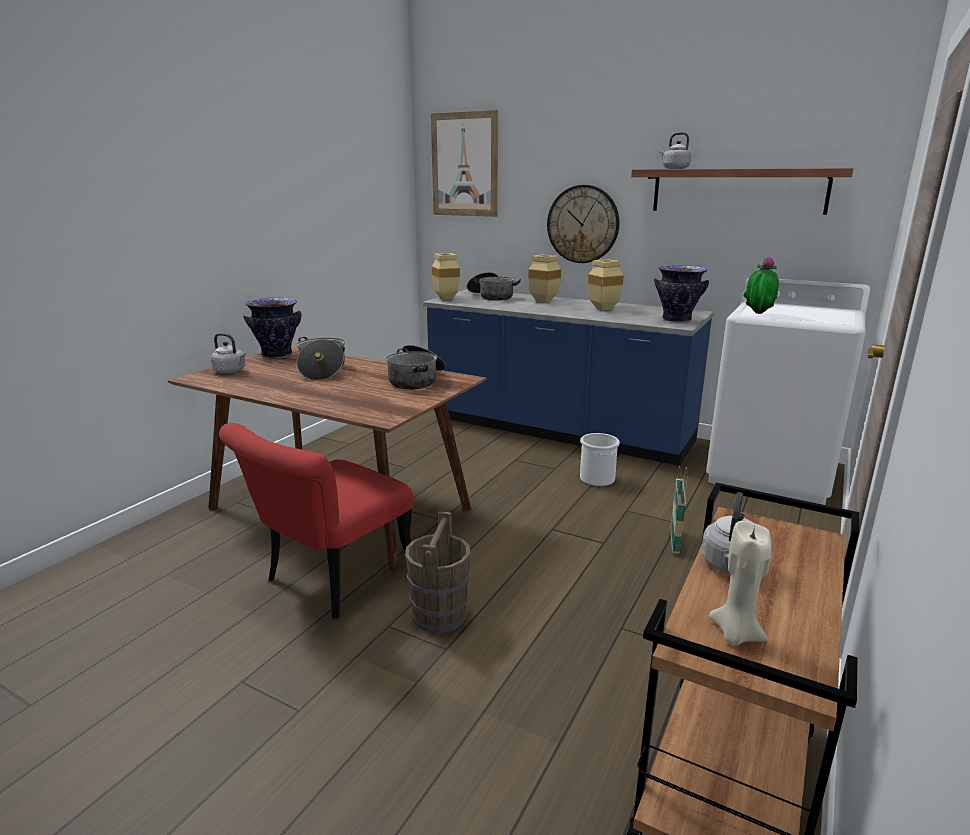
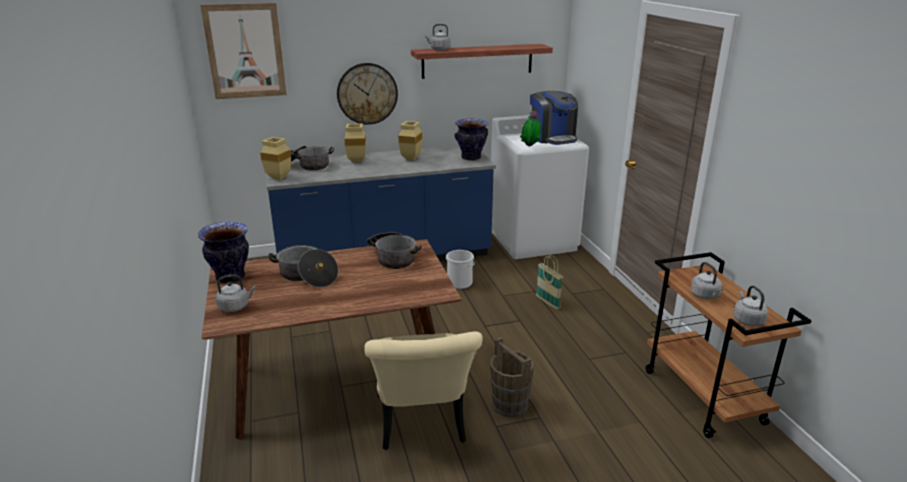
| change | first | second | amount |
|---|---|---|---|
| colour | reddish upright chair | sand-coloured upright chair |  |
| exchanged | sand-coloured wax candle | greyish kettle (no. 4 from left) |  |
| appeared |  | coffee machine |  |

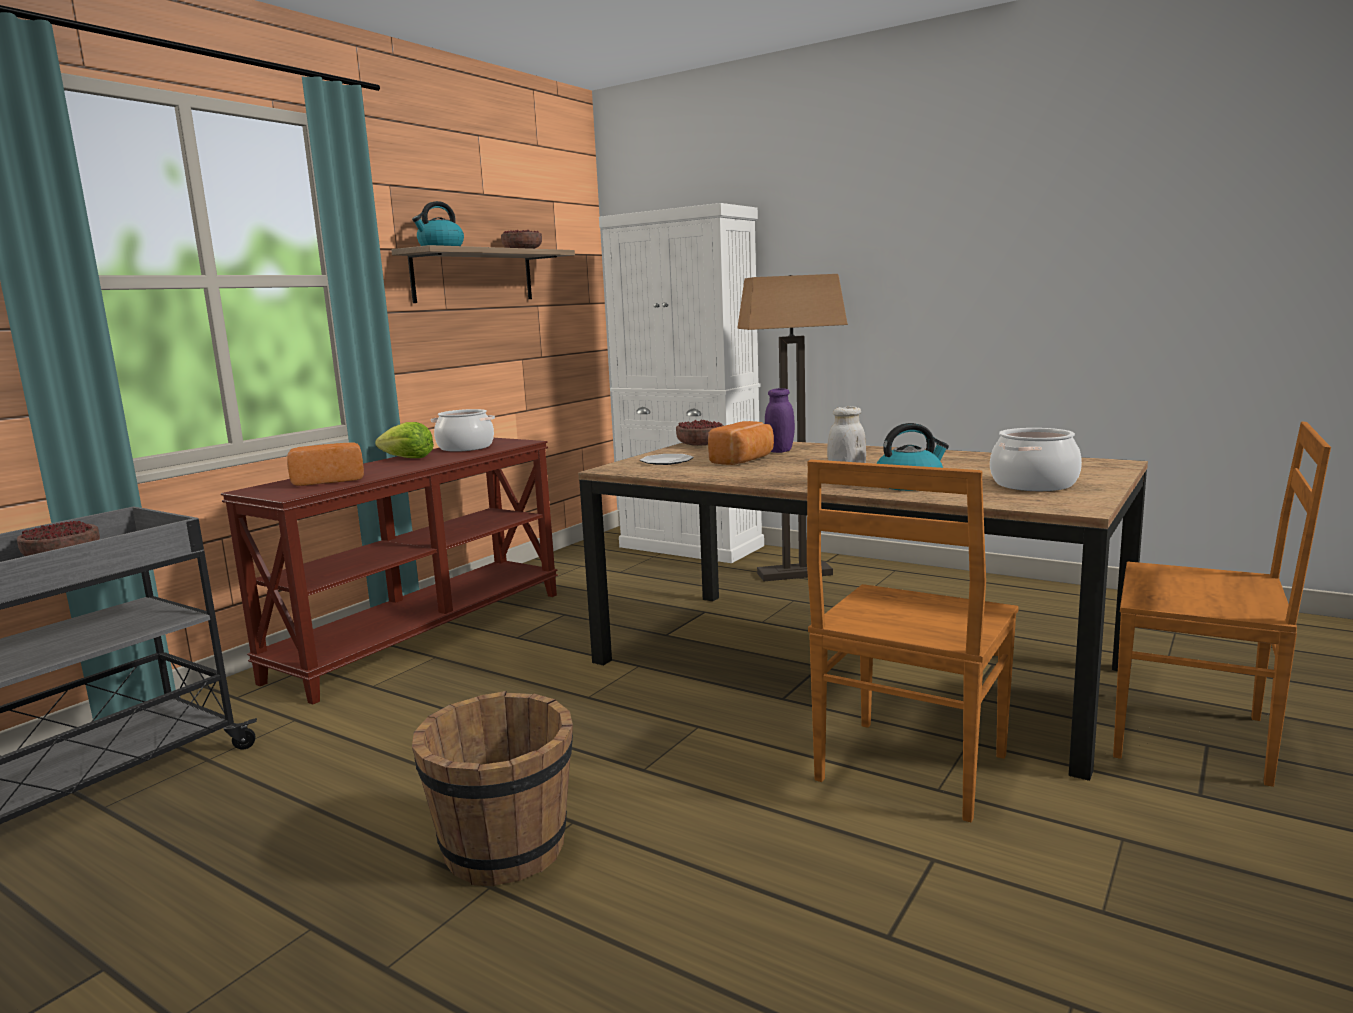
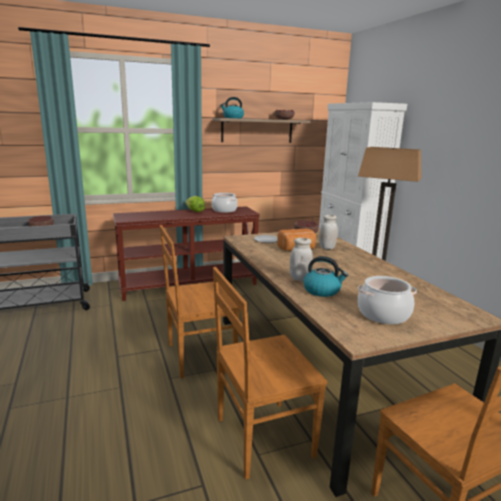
| change | first | second | amount |
|---|---|---|---|
| colour | purple preserve jar | whitish preserve jar (no. 2 from left) |  |
| missing | bread (no. 1 from left) |  |  |
| missing | brown bucket |  |  |
| appeared |  | brown upright chair (no. 1 from left) |  |

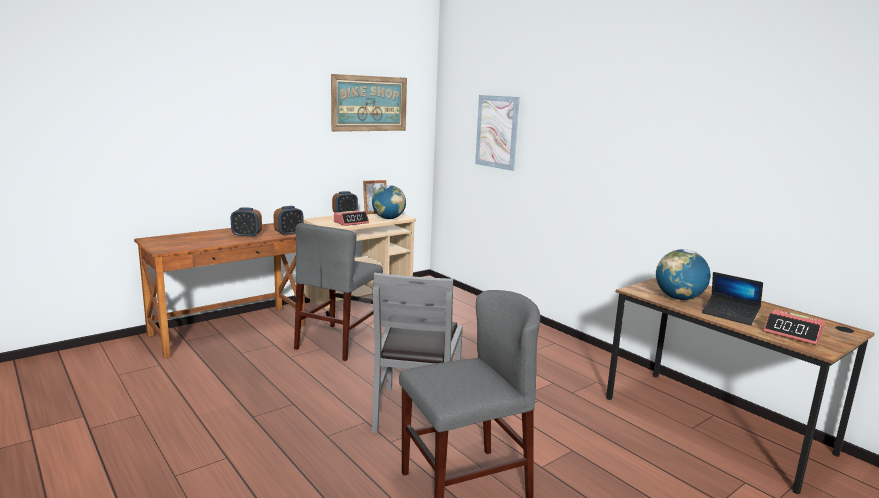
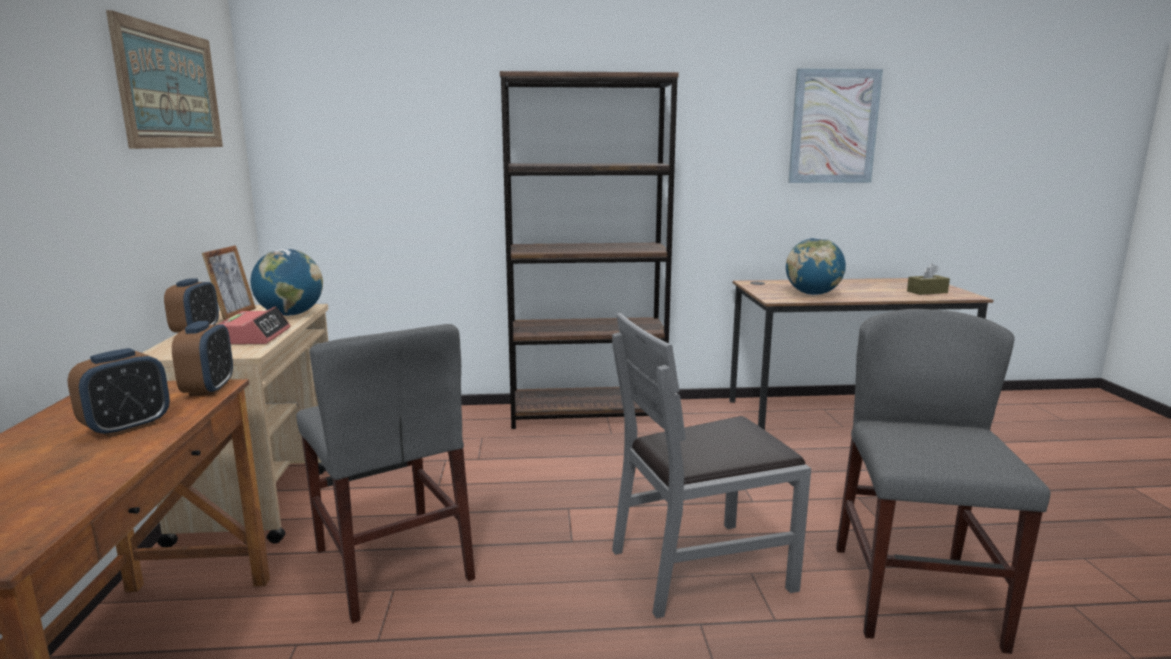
| change | first | second | amount |
|---|---|---|---|
| relocated | wall art (no. 2 from left) |  |  |
| spun | greyish upright chair (no. 2 from left) |  | 120 degrees clockwise |
| missing | portable computer |  |  |
| exchanged | alarm clock (no. 5 from left) | brown box of tissues |  |
| appeared |  | brown bookshelf |  |

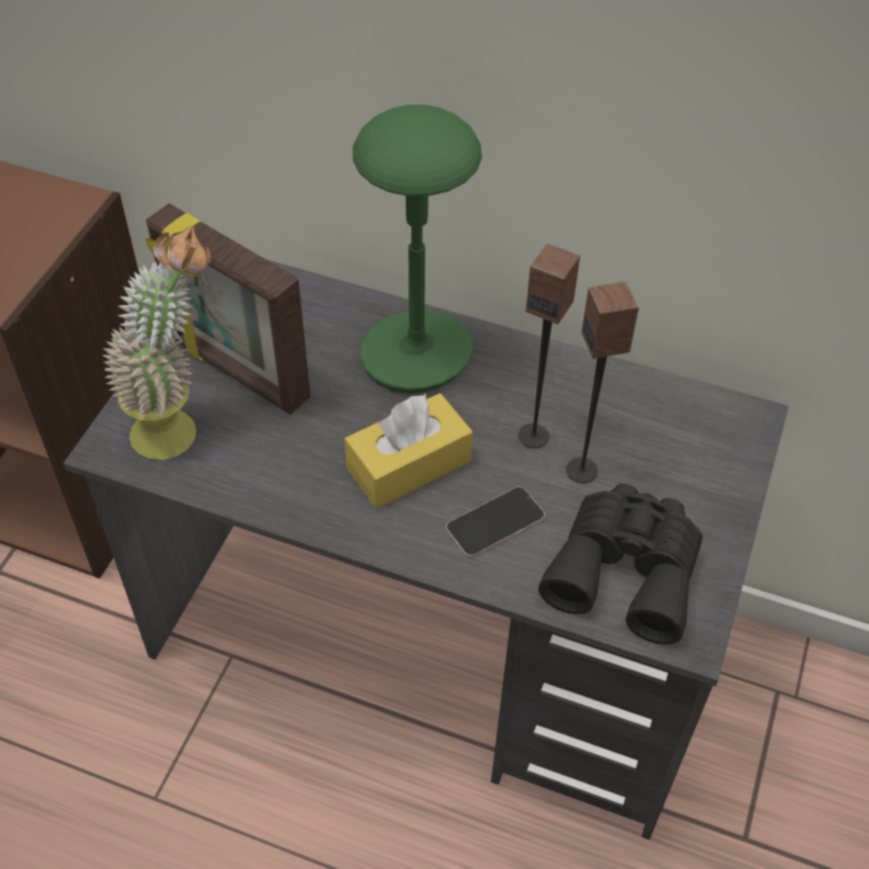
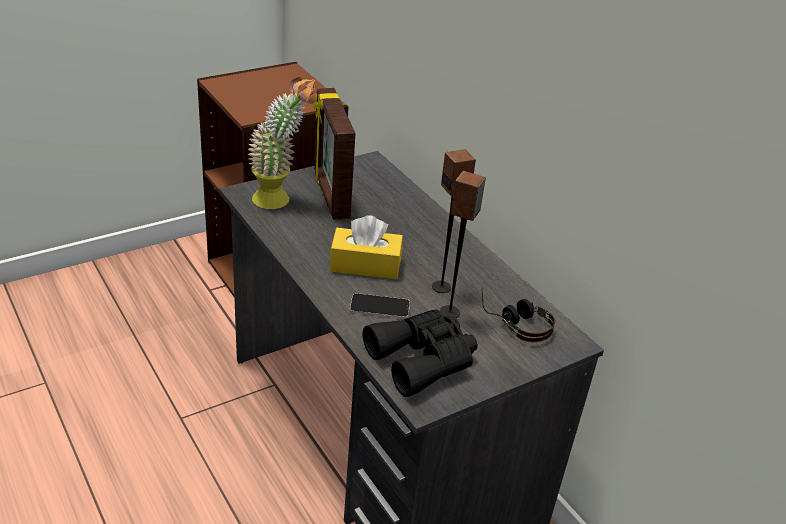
| change | first | second | amount |
|---|---|---|---|
| missing | greenish tabletop lamp |  |  |
| appeared |  | headset |  |

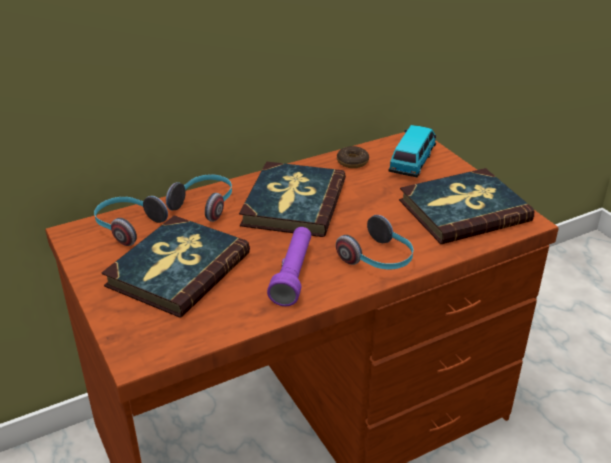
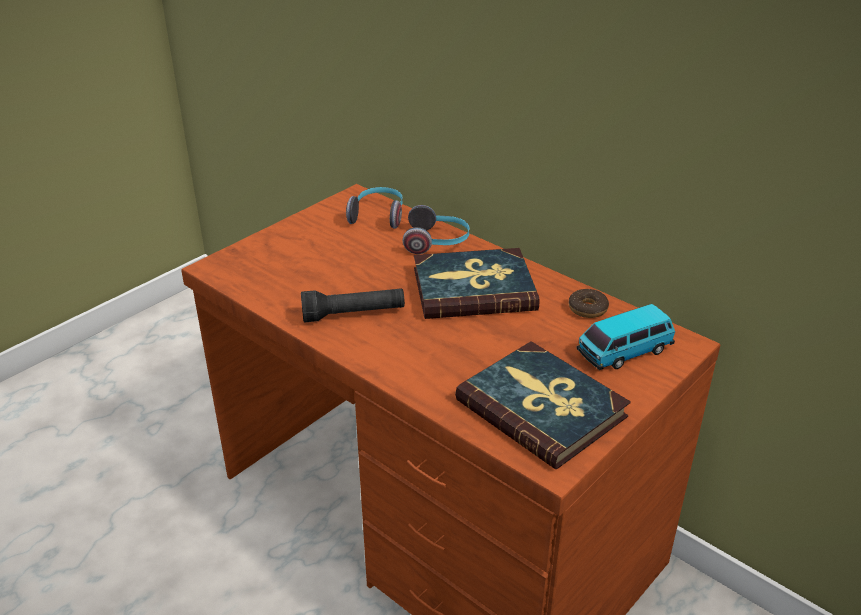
| change | first | second | amount |
|---|---|---|---|
| spun | toy car |  | 150 degrees clockwise |
| missing | book (no. 1 from left) |  |  |
| missing | headset (no. 3 from left) |  |  |
| colour | purple flashlight | black flashlight |  |

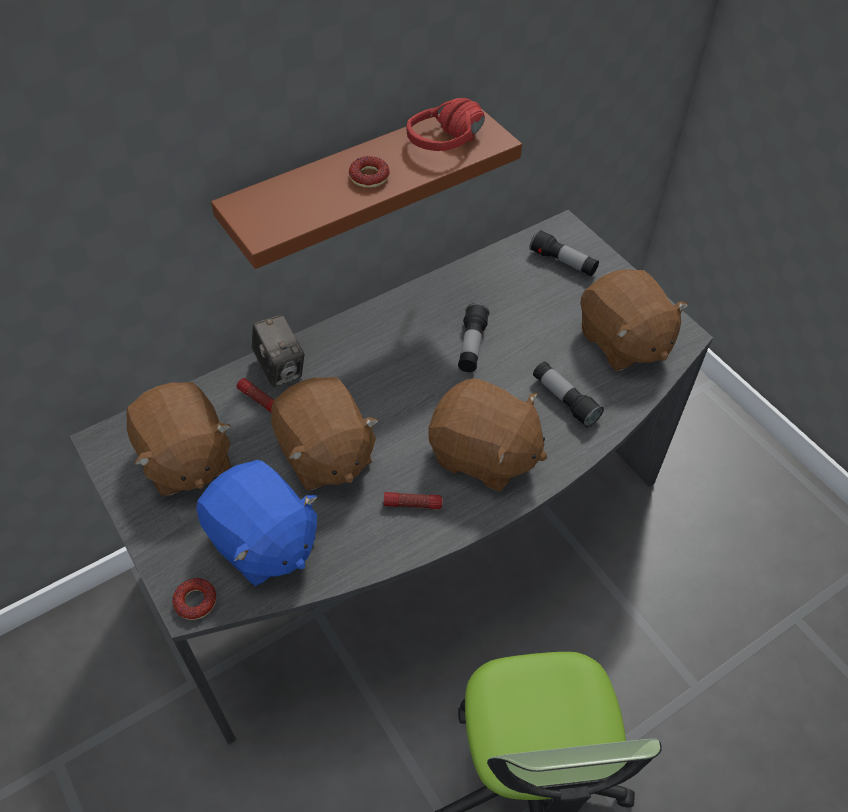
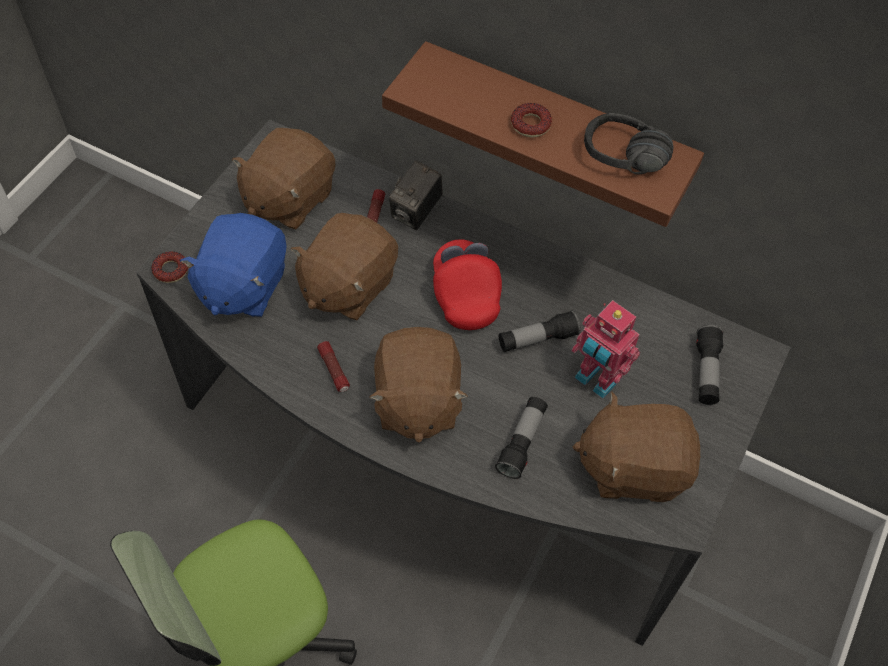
| change | first | second | amount |
|---|---|---|---|
| colour | reddish headset | black headset |  |
| spun | brown soft toy (no. 4 from left) |  | 60 degrees clockwise |
| appeared |  | reddish peaked cap |  |
| appeared |  | model robot |  |

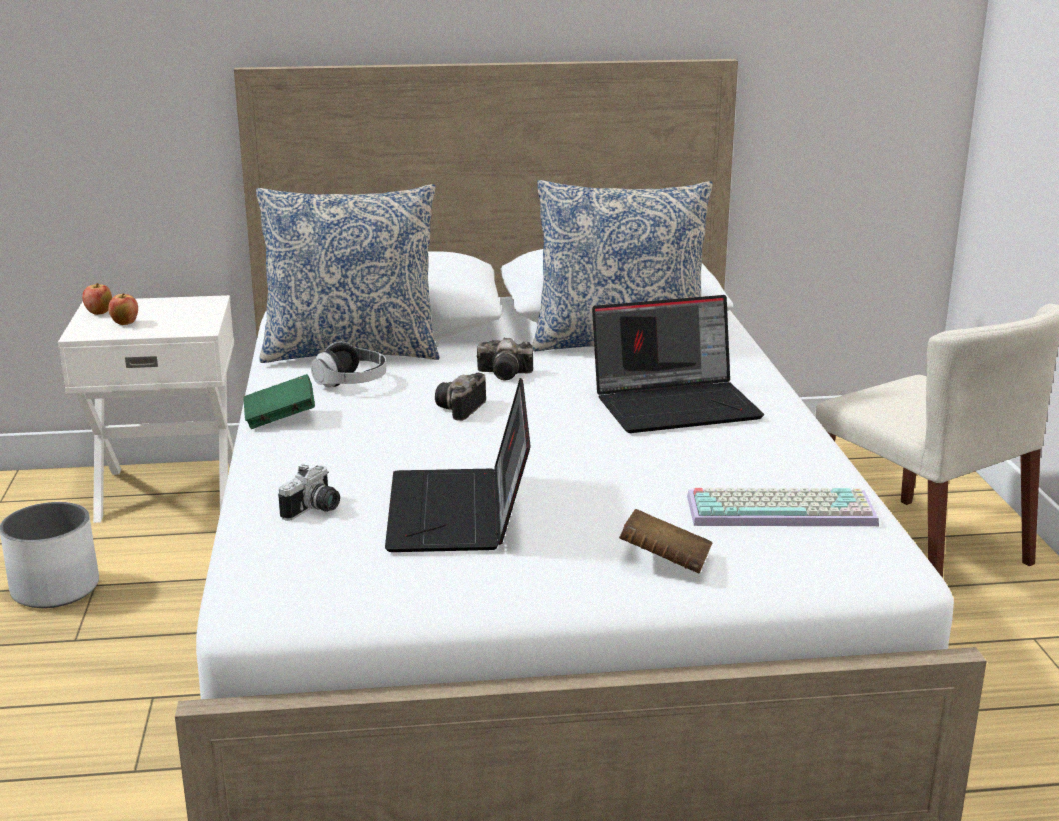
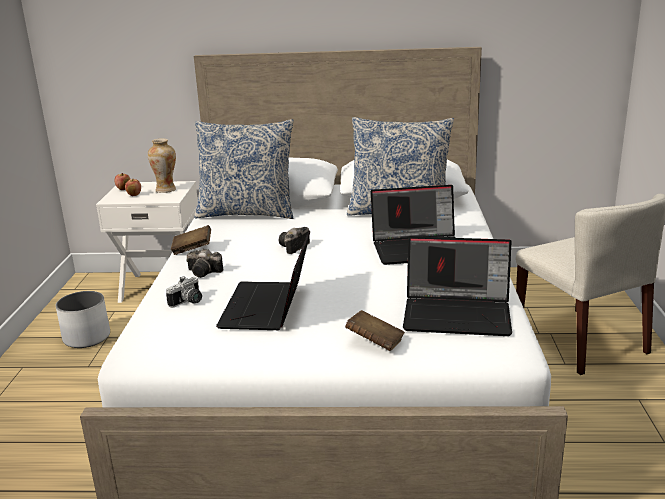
| change | first | second | amount |
|---|---|---|---|
| relocated | still camera (no. 3 from left in the first image) | still camera (no. 2 from left) |  |
| missing | headset |  |  |
| colour | greenish book | brown book (no. 1 from left) |  |
| exchanged | computer keyboard | portable computer (no. 3 from left) |  |
| appeared |  | flower vase |  |

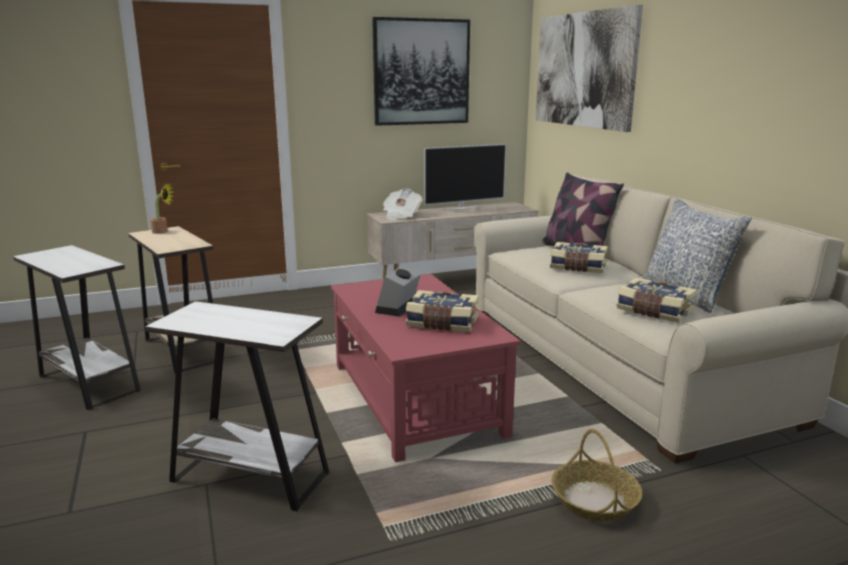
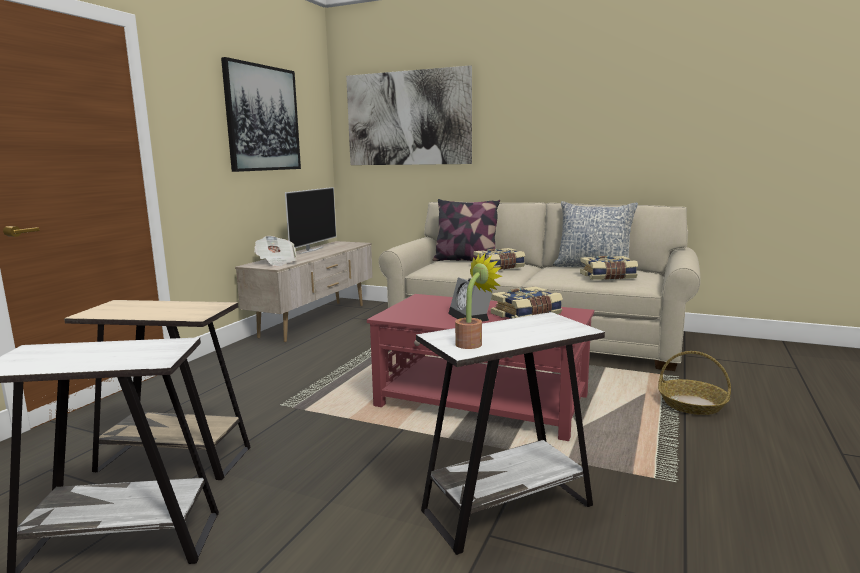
| change | first | second | amount |
|---|---|---|---|
| relocated | houseplant |  |  |

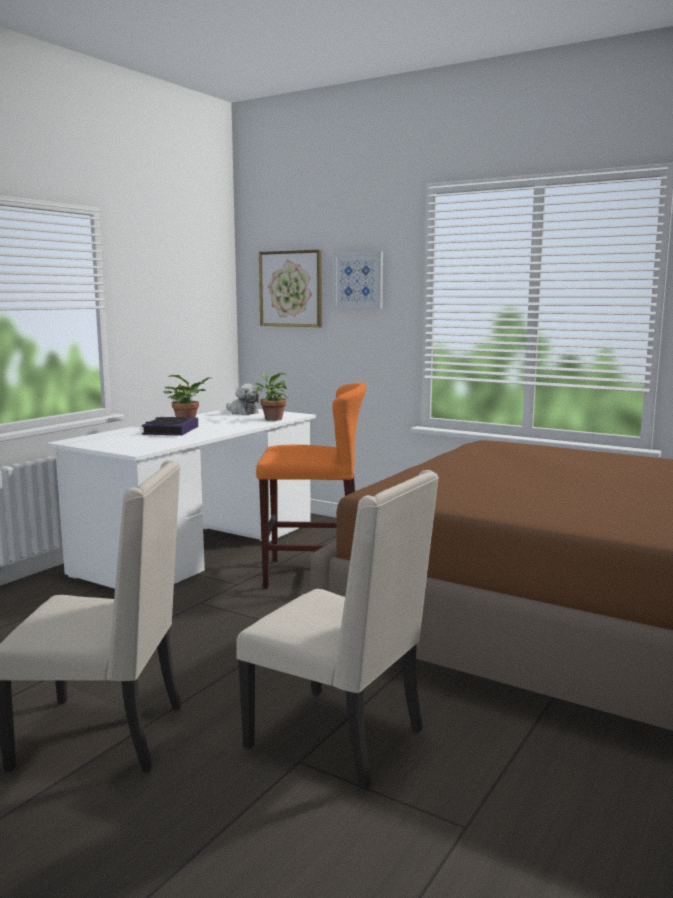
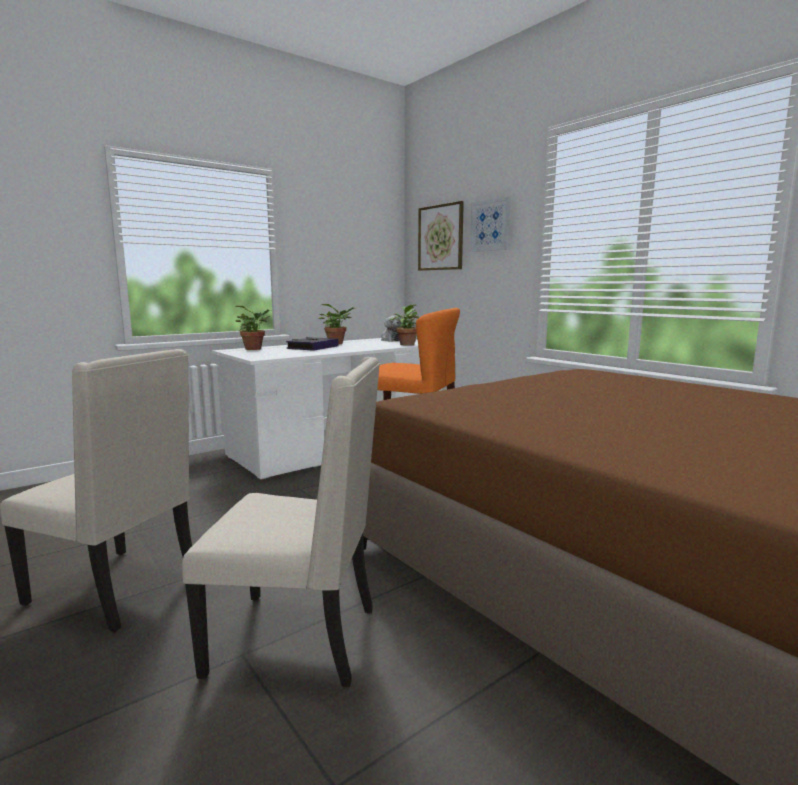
| change | first | second | amount |
|---|---|---|---|
| spun | sand-coloured upright chair (no. 2 from left) |  | 45 degrees counterclockwise |
| appeared |  | houseplant (no. 1 from left) |  |

